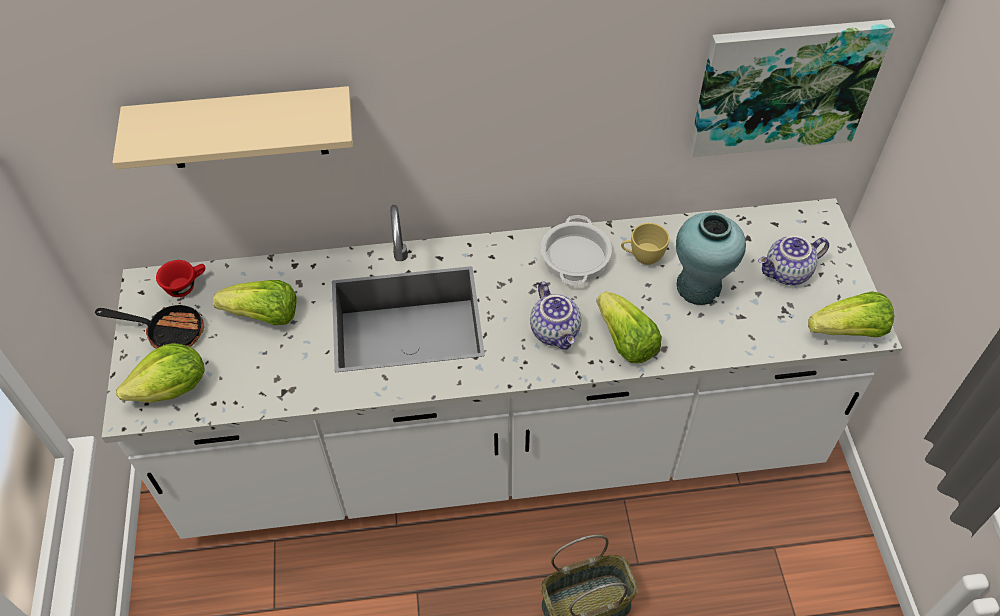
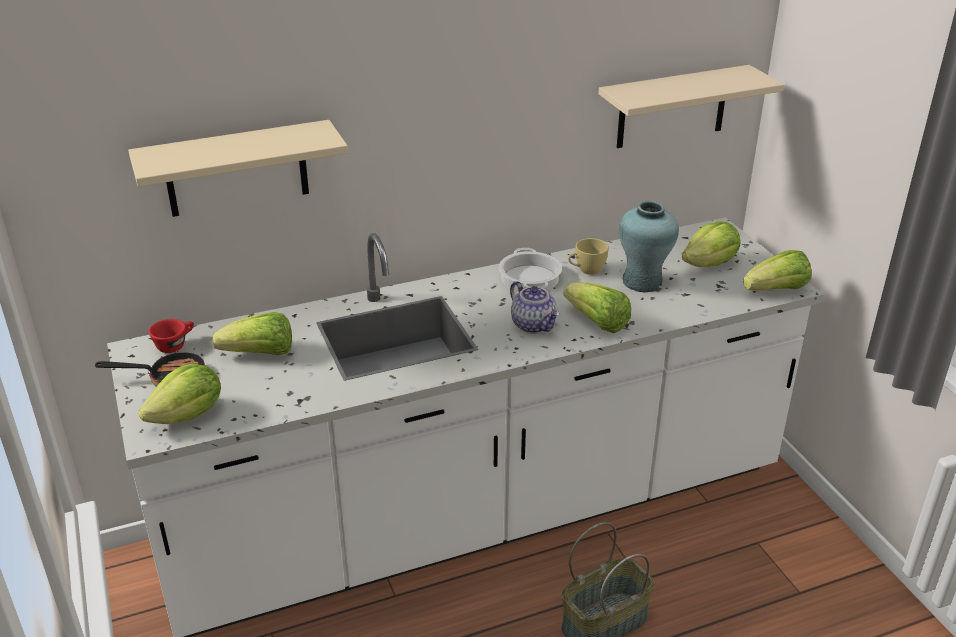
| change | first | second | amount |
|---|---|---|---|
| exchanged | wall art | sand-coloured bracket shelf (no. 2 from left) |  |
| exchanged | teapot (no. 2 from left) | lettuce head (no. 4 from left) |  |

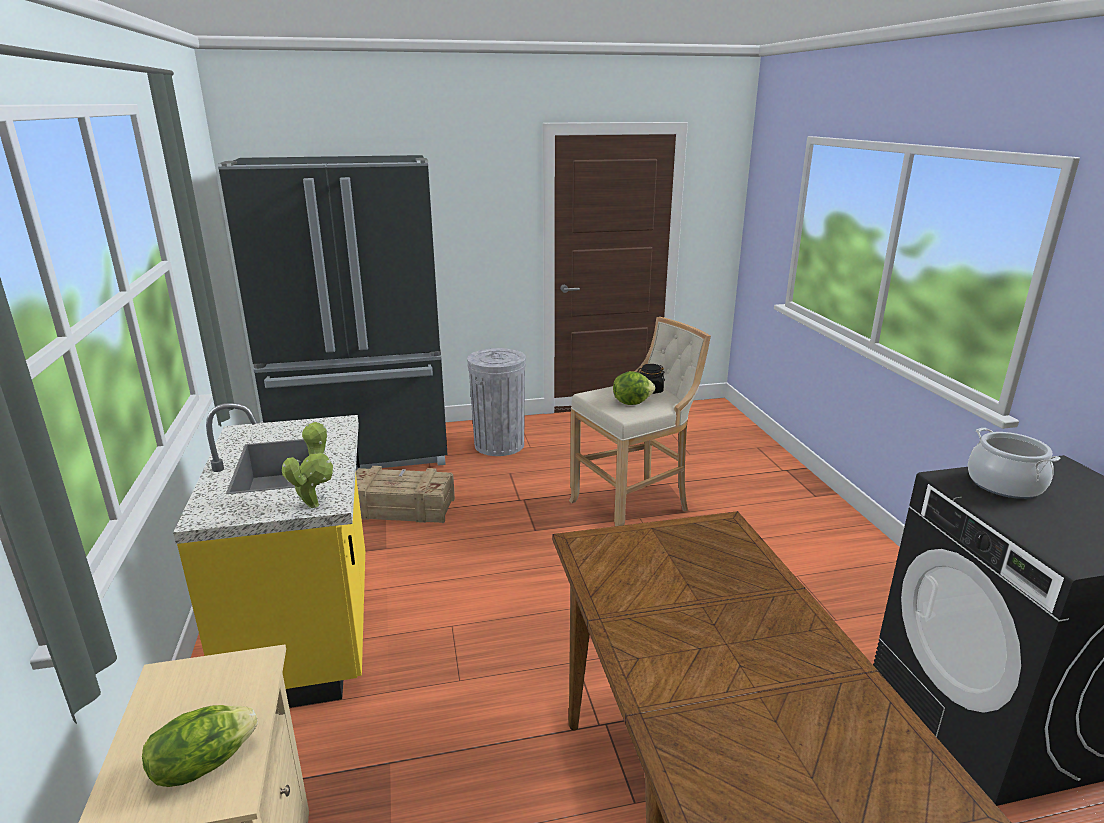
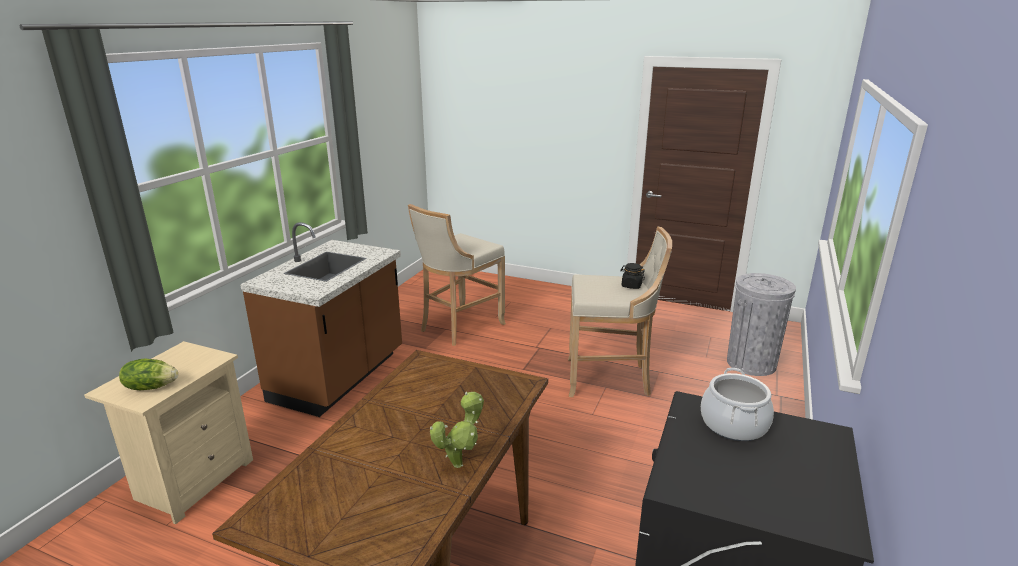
| change | first | second | amount |
|---|---|---|---|
| missing | black kitchen fridge |  |  |
| relocated | greyish trash can |  |  |
| missing | lettuce head (no. 2 from left) |  |  |
| colour | yellowish kitchen counter | brown kitchen counter |  |
| relocated | houseplant |  |  |
| exchanged | crate | sand-coloured sitting stool (no. 1 from left) |  |

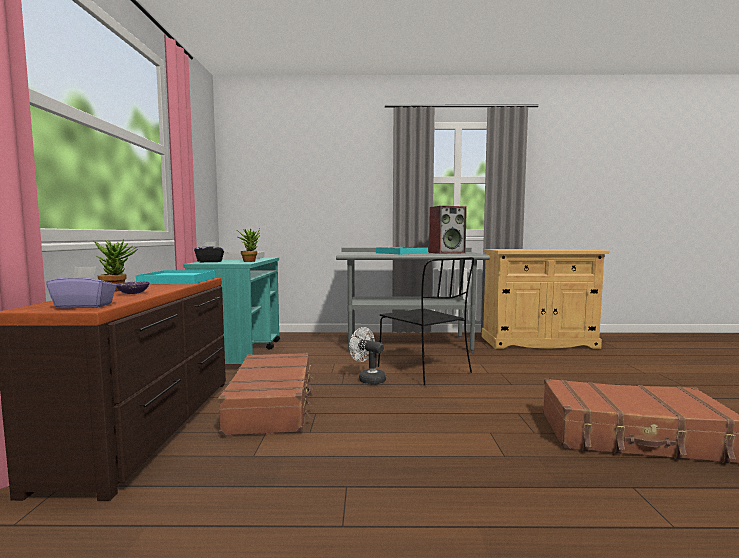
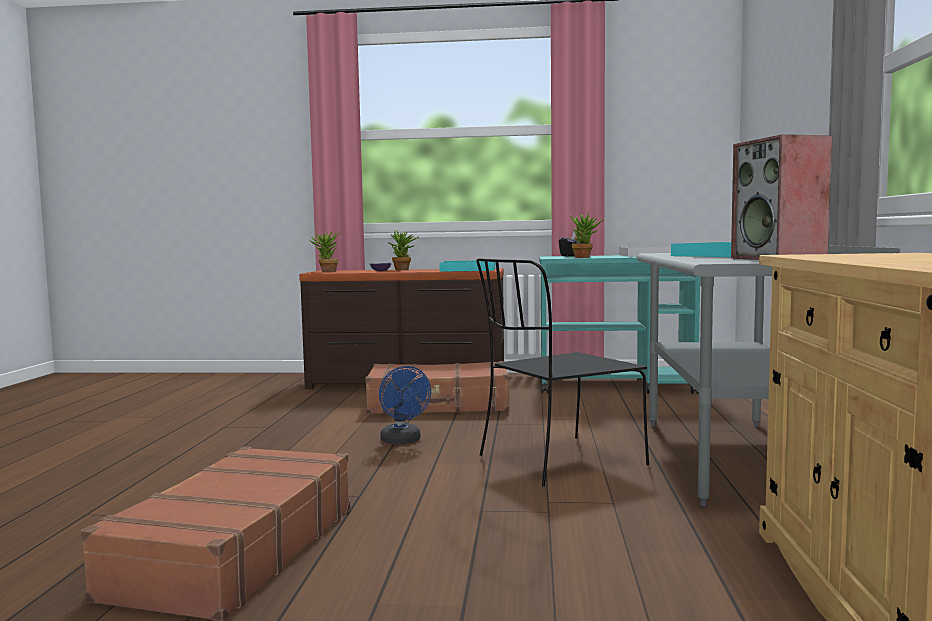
| change | first | second | amount |
|---|---|---|---|
| exchanged | purple box of tissues | houseplant (no. 1 from left) |  |
| missing | whitish cooling fan |  |  |
| appeared |  | blue-coloured cooling fan |  |

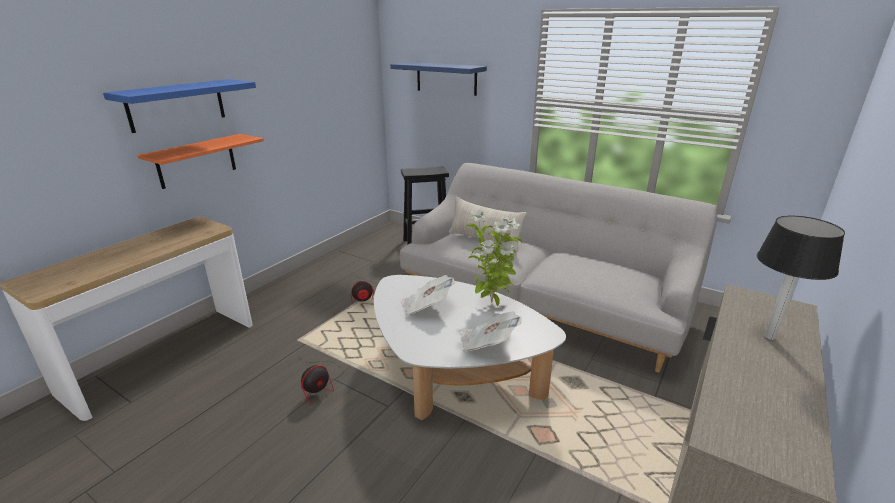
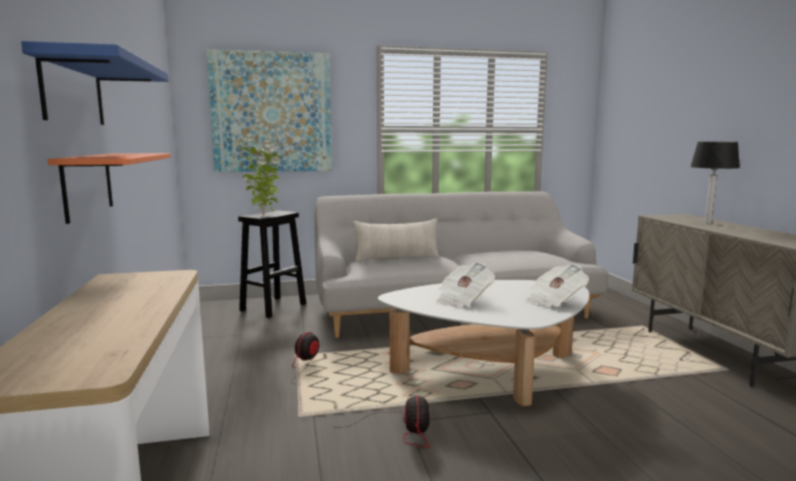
| change | first | second | amount |
|---|---|---|---|
| exchanged | blue-coloured bracket shelf (no. 2 from left) | wall art |  |
| relocated | houseplant |  |  |

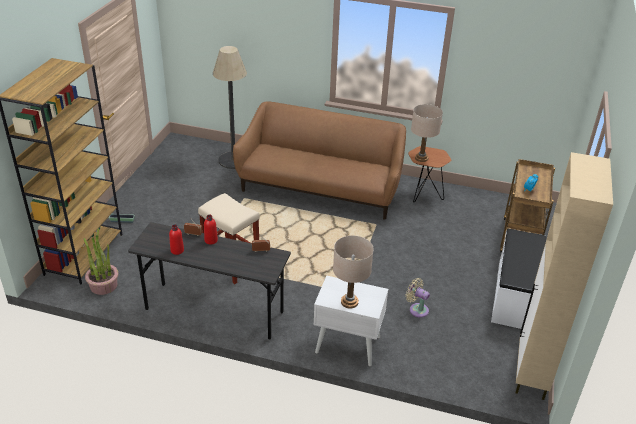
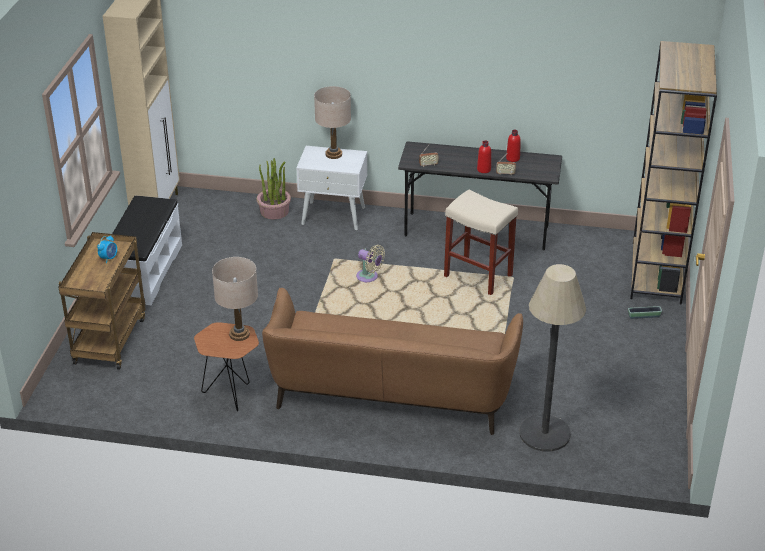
| change | first | second | amount |
|---|---|---|---|
| relocated | houseplant |  |  |
| relocated | sand-coloured cooling fan |  |  |

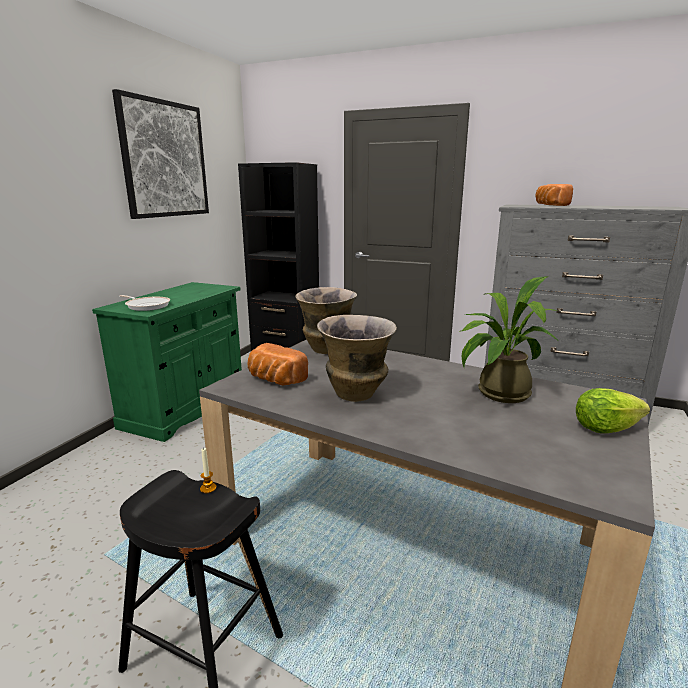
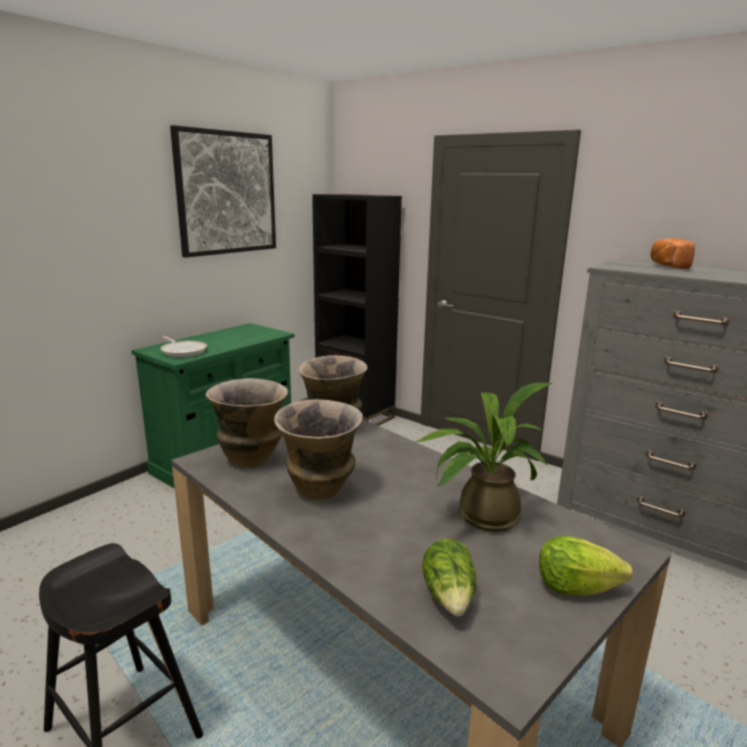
| change | first | second | amount |
|---|---|---|---|
| exchanged | bread (no. 1 from left) | flower vase (no. 1 from left) |  |
| missing | wax candle |  |  |
| appeared |  | lettuce head (no. 1 from left) |  |

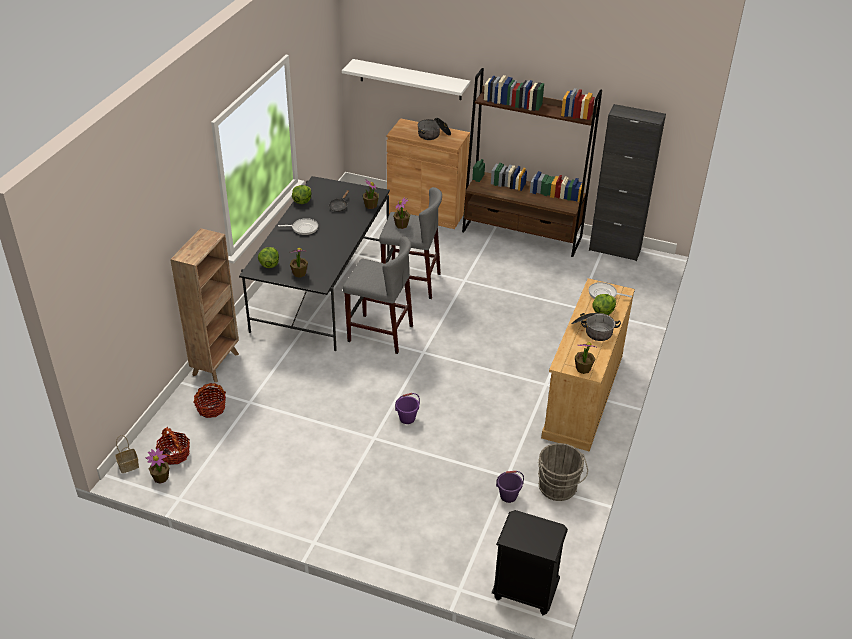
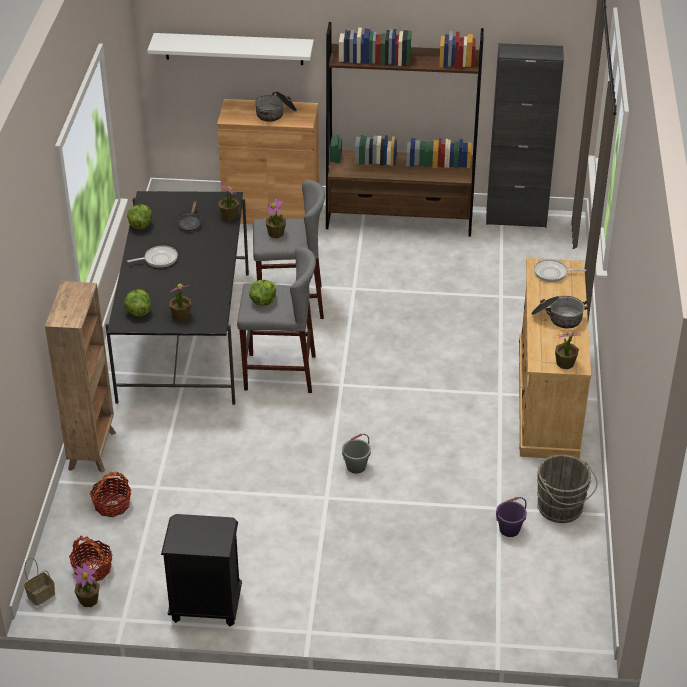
| change | first | second | amount |
|---|---|---|---|
| relocated | lettuce head (no. 3 from left) |  |  |
| colour | purple bucket (no. 1 from left) | greyish bucket (no. 1 from left) |  |
| relocated | black bedside table |  |  |

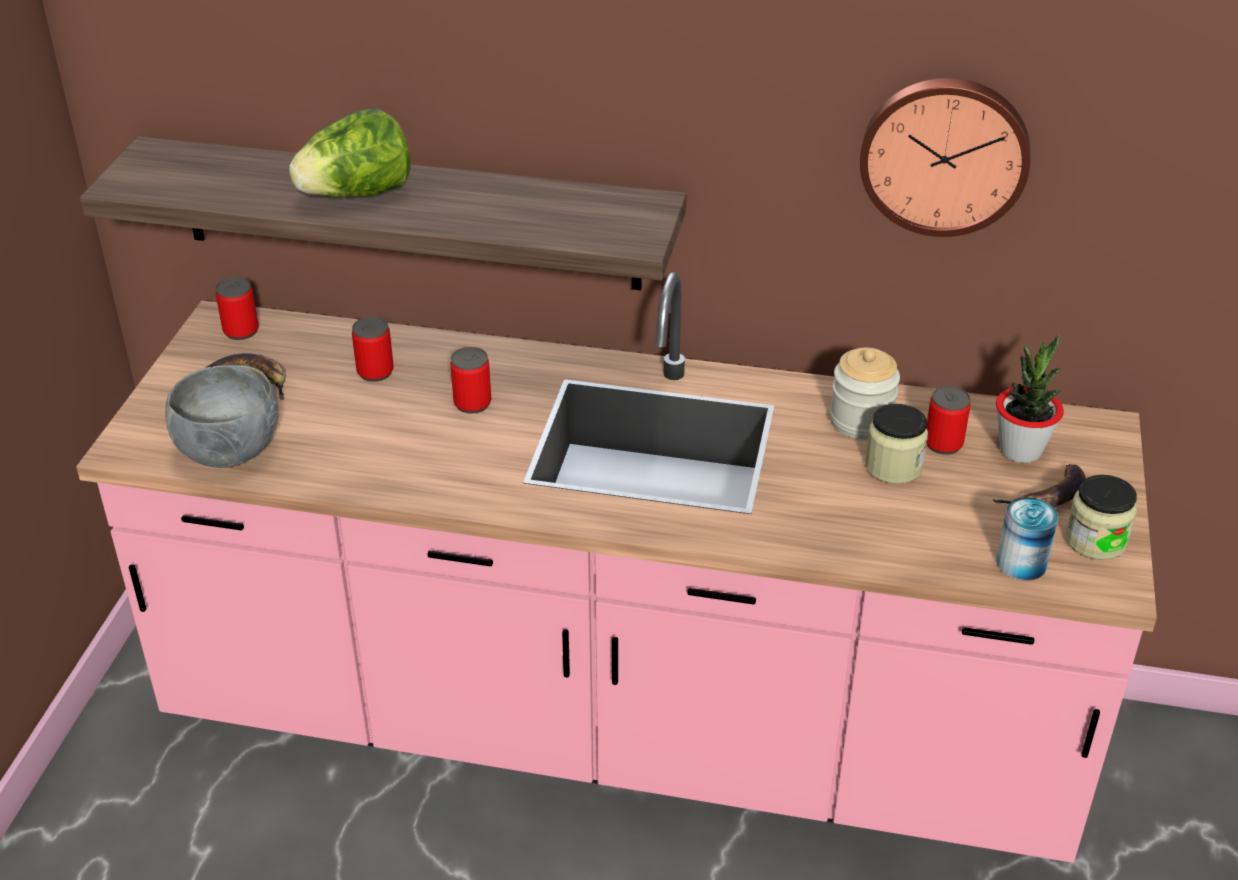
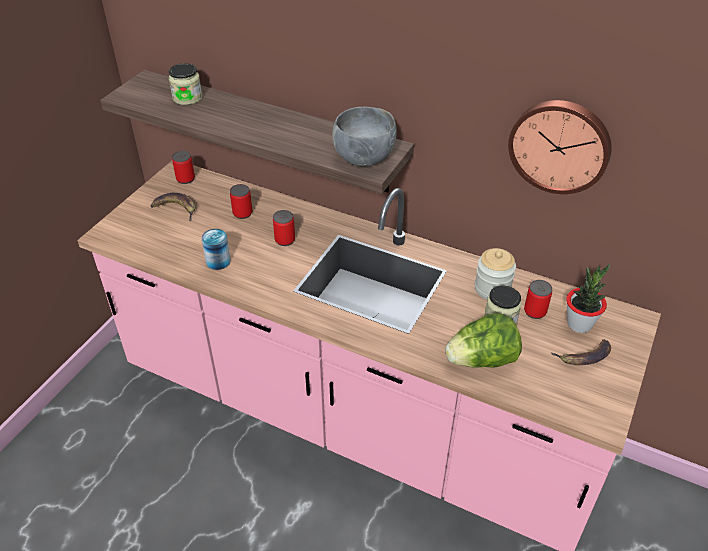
| change | first | second | amount |
|---|---|---|---|
| relocated | lettuce head |  |  |
| relocated | greyish bowl |  |  |
| relocated | preserve jar (no. 3 from left in the first image) | preserve jar (no. 1 from left) |  |
| relocated | sealed can (no. 5 from left in the first image) | sealed can (no. 2 from left) |  |

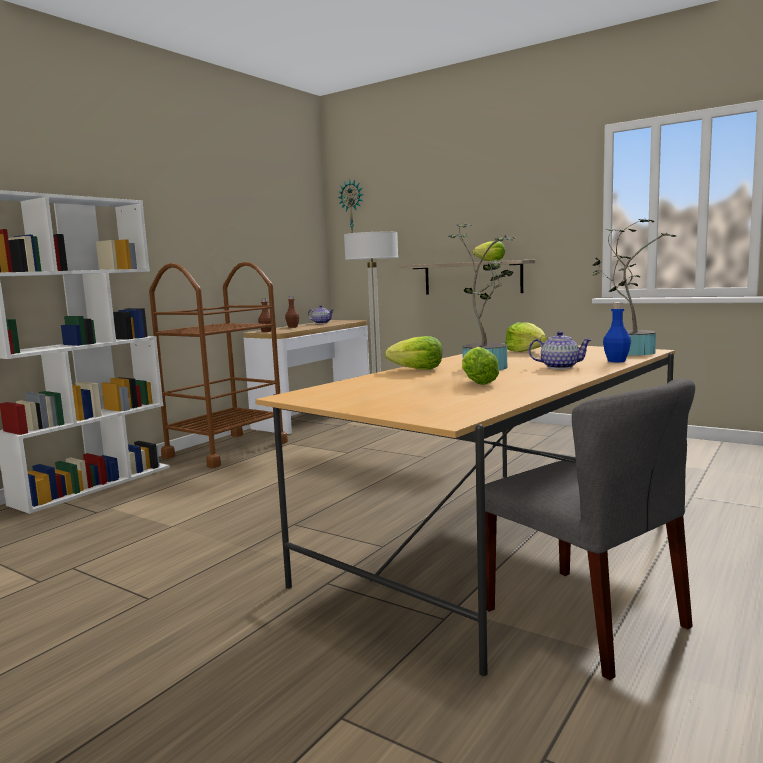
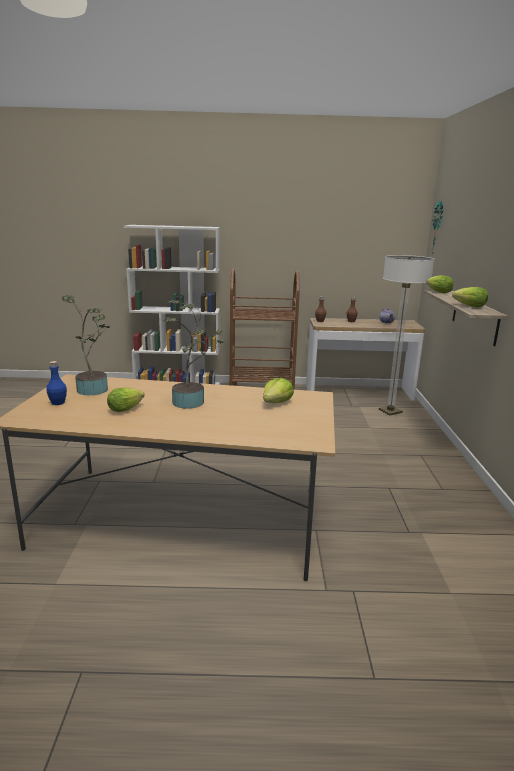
| change | first | second | amount |
|---|---|---|---|
| relocated | houseplant (no. 2 from left in the first image) | houseplant (no. 1 from left) |  |
| relocated | blue-coloured bottle |  |  |
| missing | teapot (no. 2 from left) |  |  |
| relocated | lettuce head (no. 1 from left in the first image) | lettuce head (no. 3 from left) |  |
| missing | greyish upright chair |  |  |

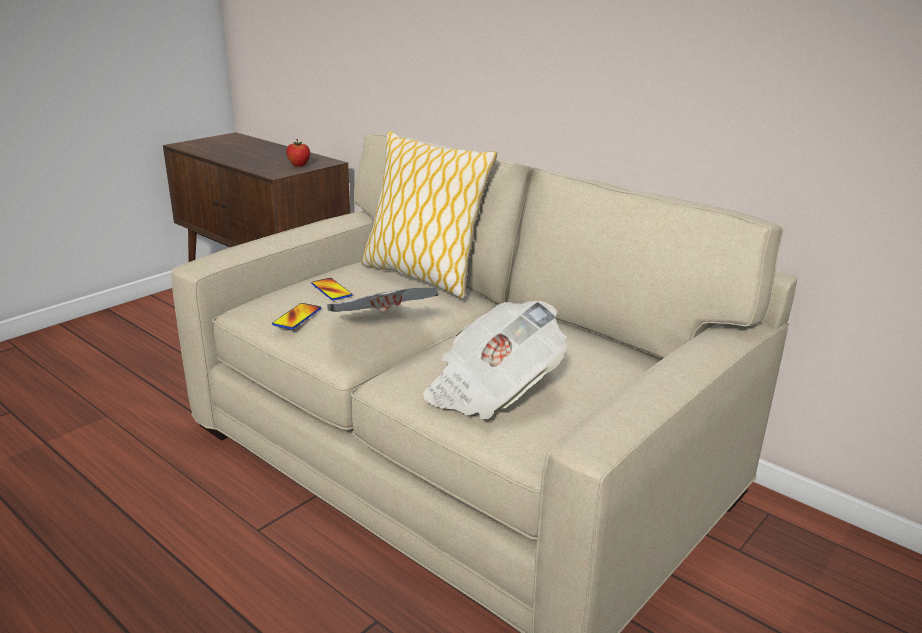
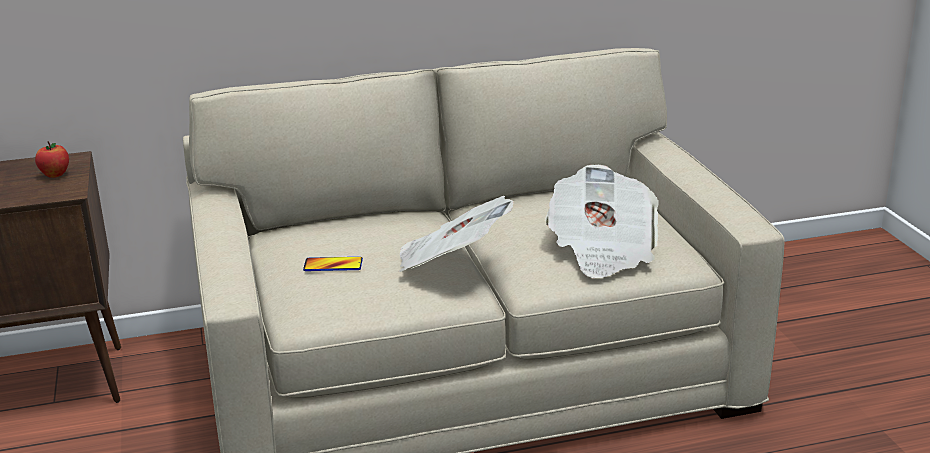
| change | first | second | amount |
|---|---|---|---|
| missing | pillow |  |  |
| missing | phone (no. 1 from left) |  |  |

